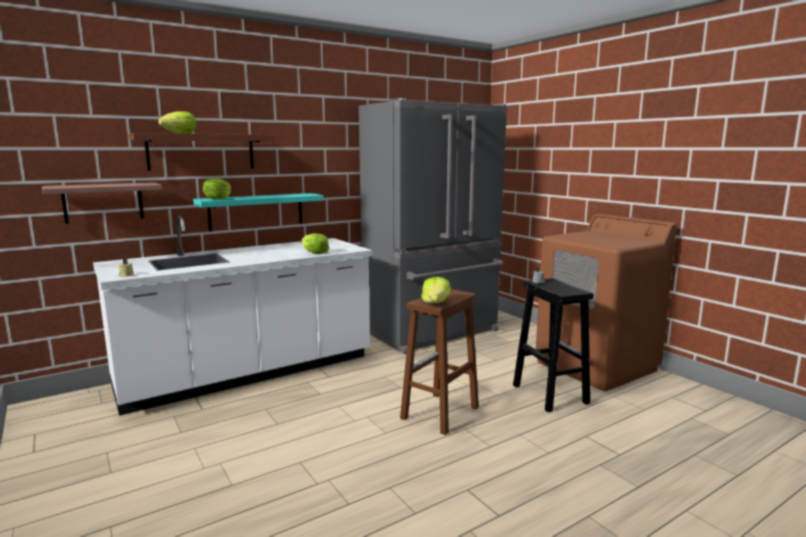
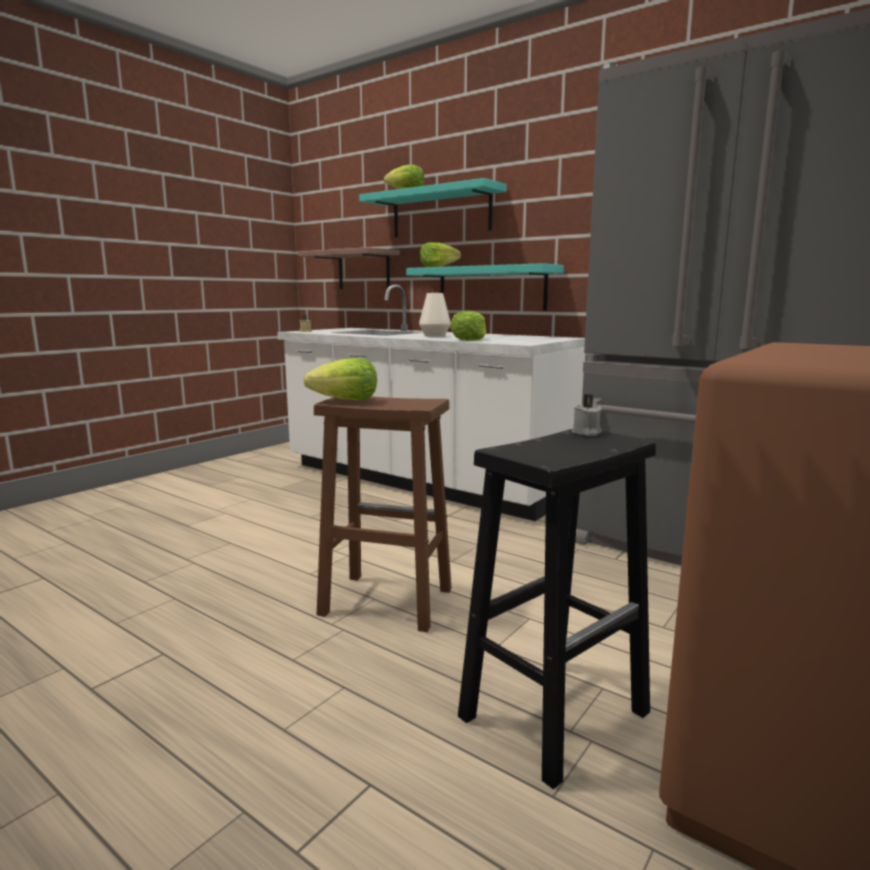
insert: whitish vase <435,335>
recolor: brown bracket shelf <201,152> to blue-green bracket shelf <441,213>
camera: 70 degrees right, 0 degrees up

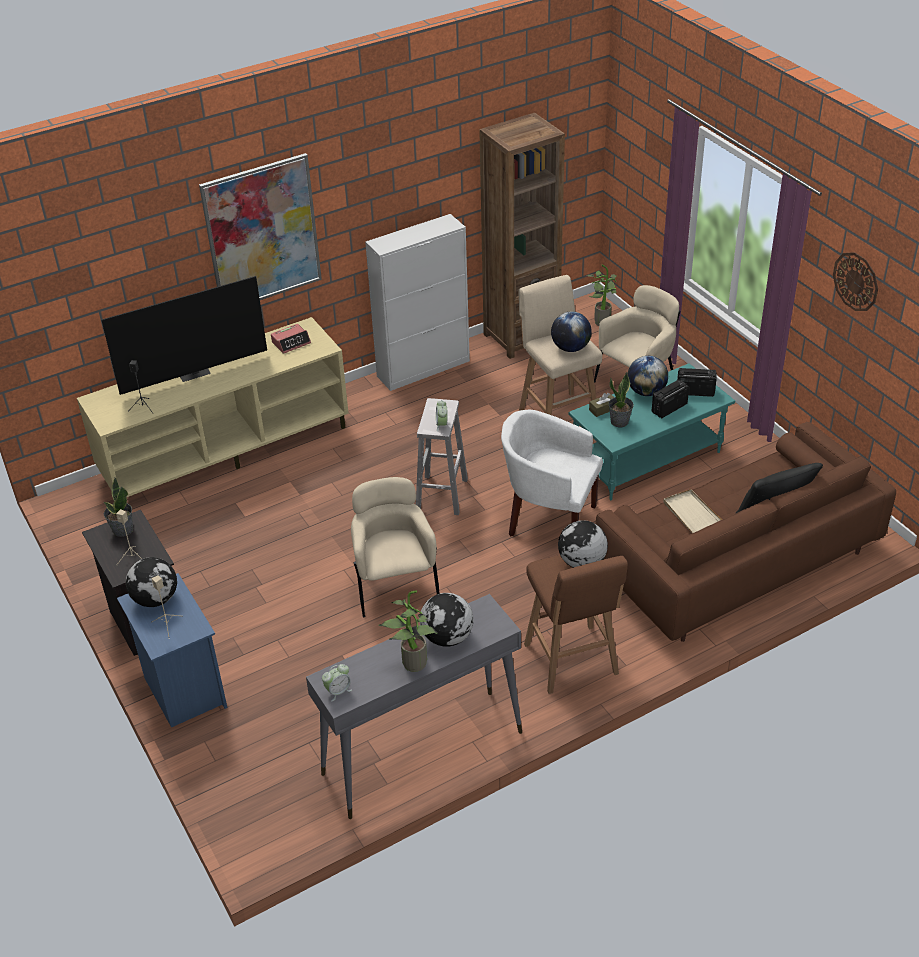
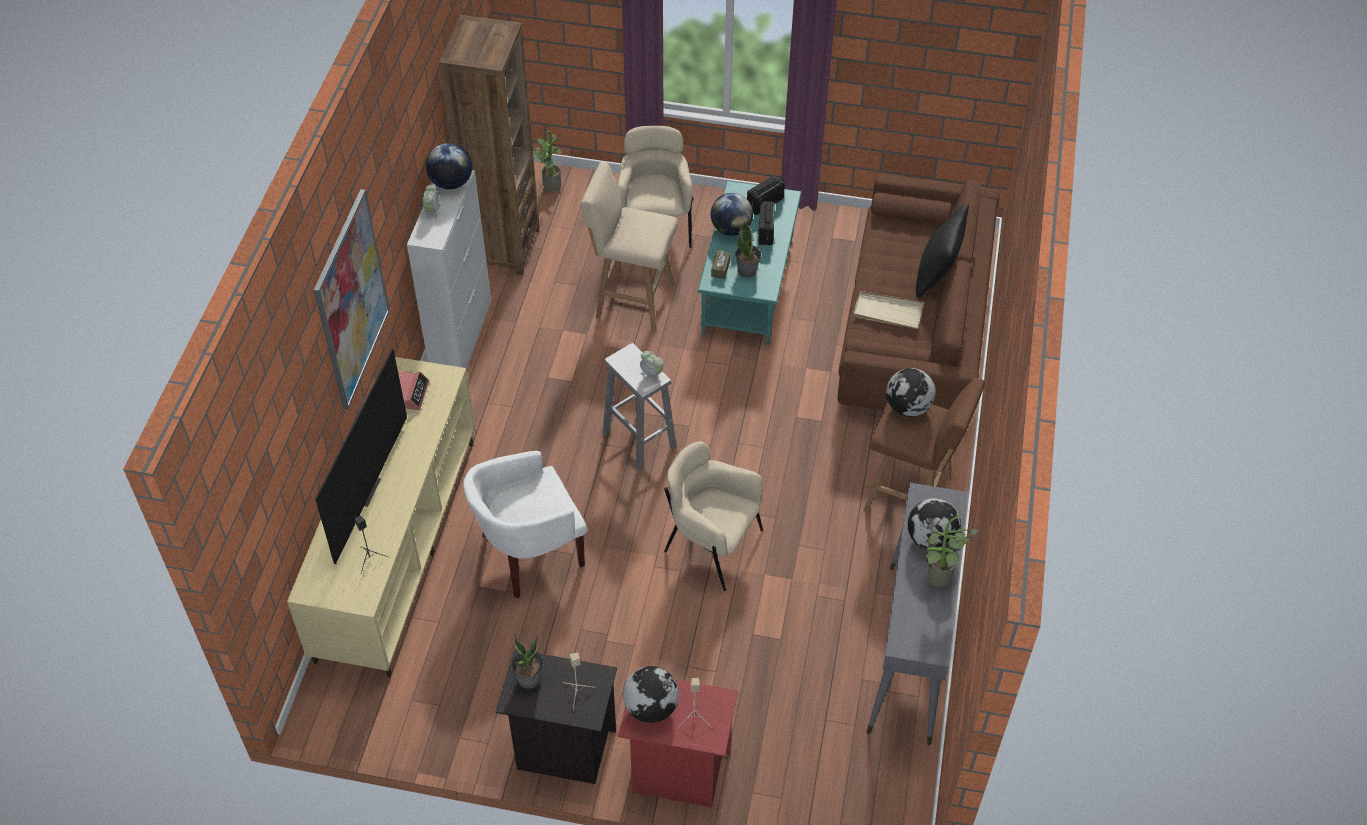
delete: hanging clock <856,281>
move: bedside clock <338,691> to <432,210>; desk globe <570,348> to <451,183>; whitish easy chair <548,517> to <529,553>
recolor: bluish nightstand <183,690> to red-coloured nightstand <677,772>
camera: 50 degrees left, 10 degrees up

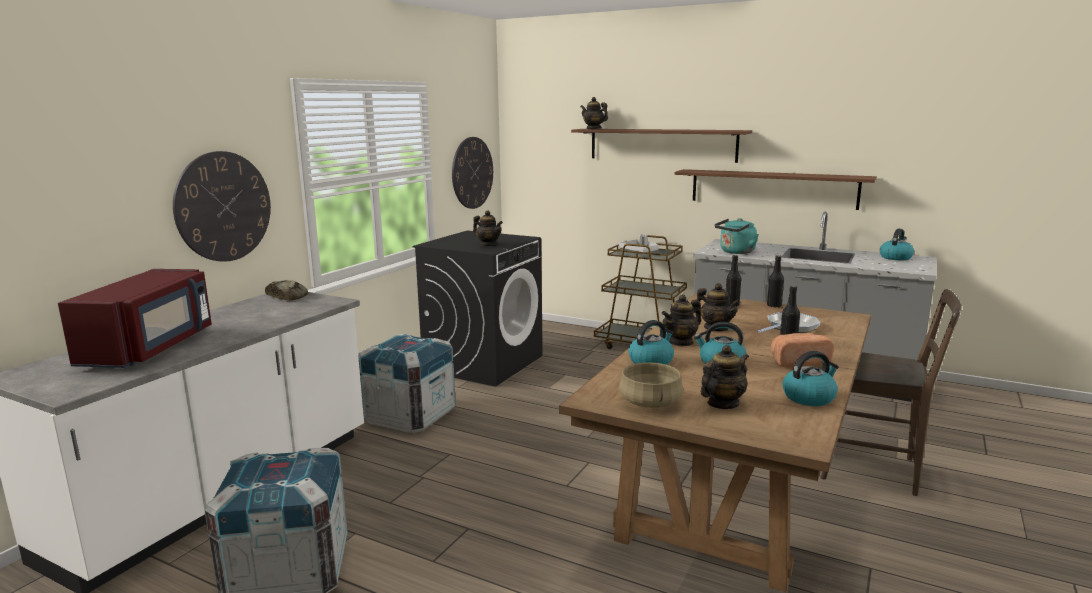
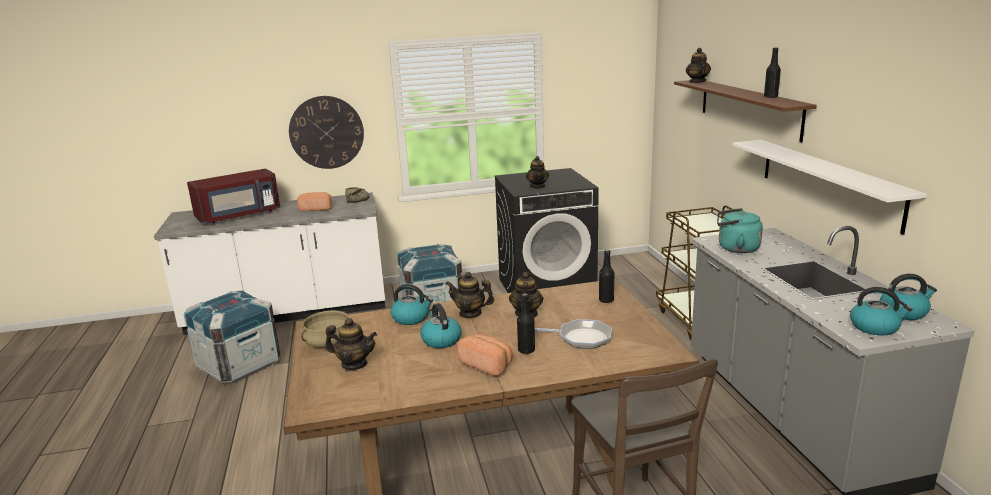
delete: hanging clock <472,173>; greyish serving tray <639,251>
insert: bread <316,208>
move: black-coloured drink bottle <774,306> to <770,97>; kettle <809,397> to <875,327>
recolor: brown bracket shelf <772,188> to whitish bracket shelf <828,182>
camera: 50 degrees right, 5 degrees up

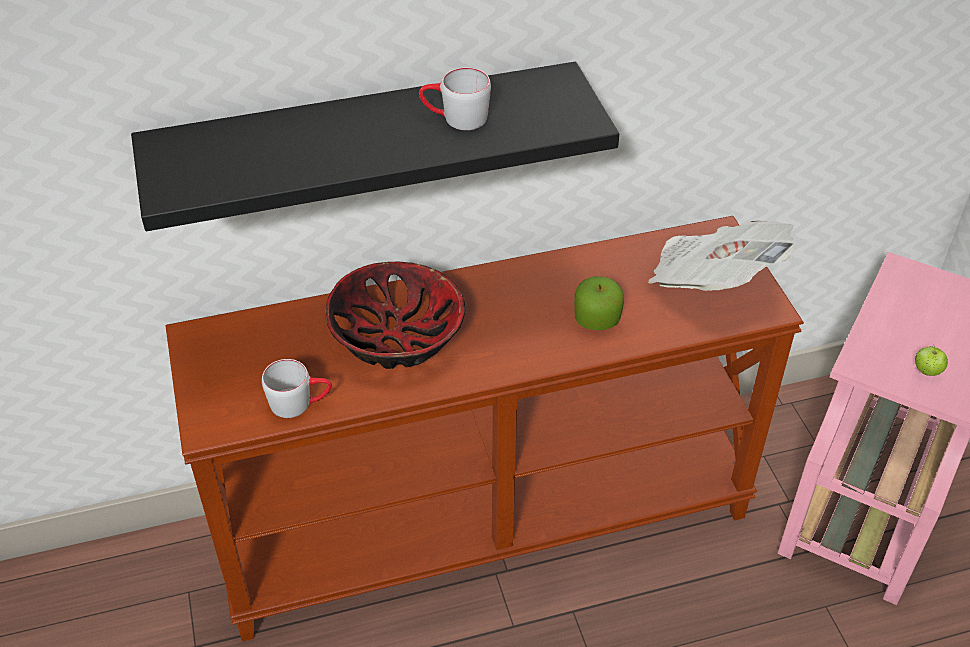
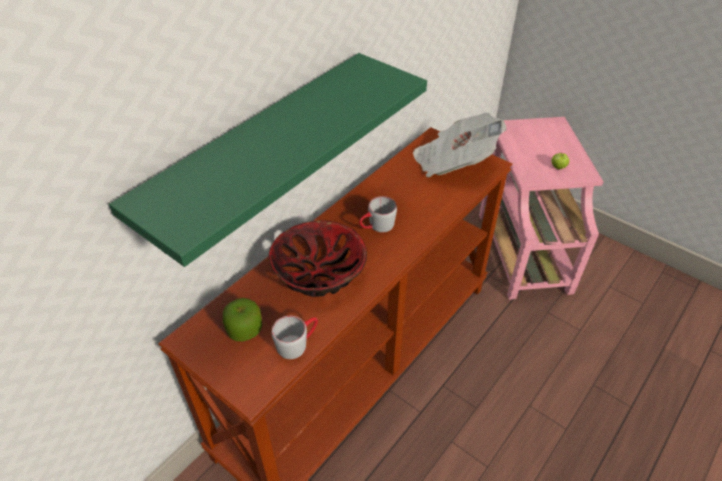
move: apple fruit <597,319> to <244,329>; greyish mug <455,118> to <376,226>
recolor: black-coloured bracket shelf <365,143> to green bracket shelf <257,151>
camera: 35 degrees left, 0 degrees up

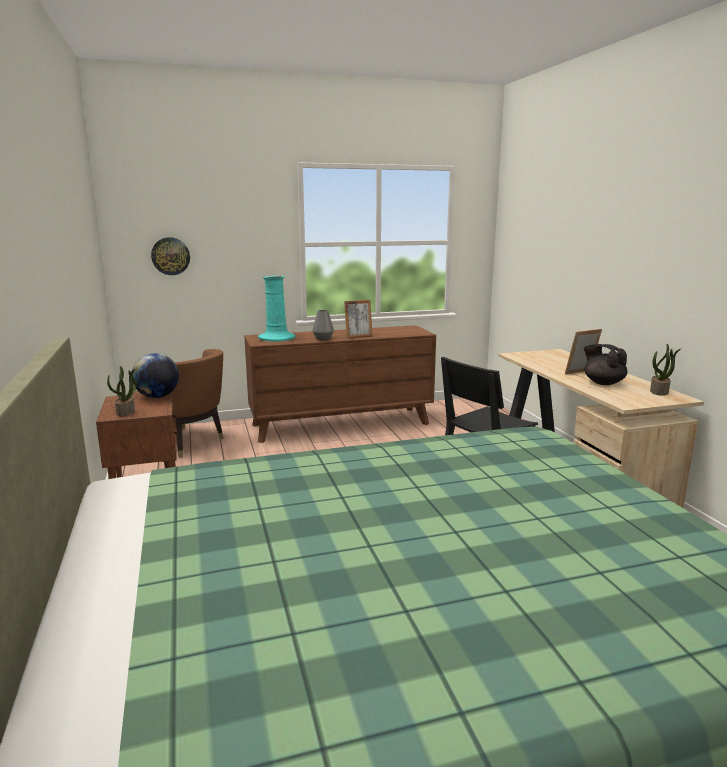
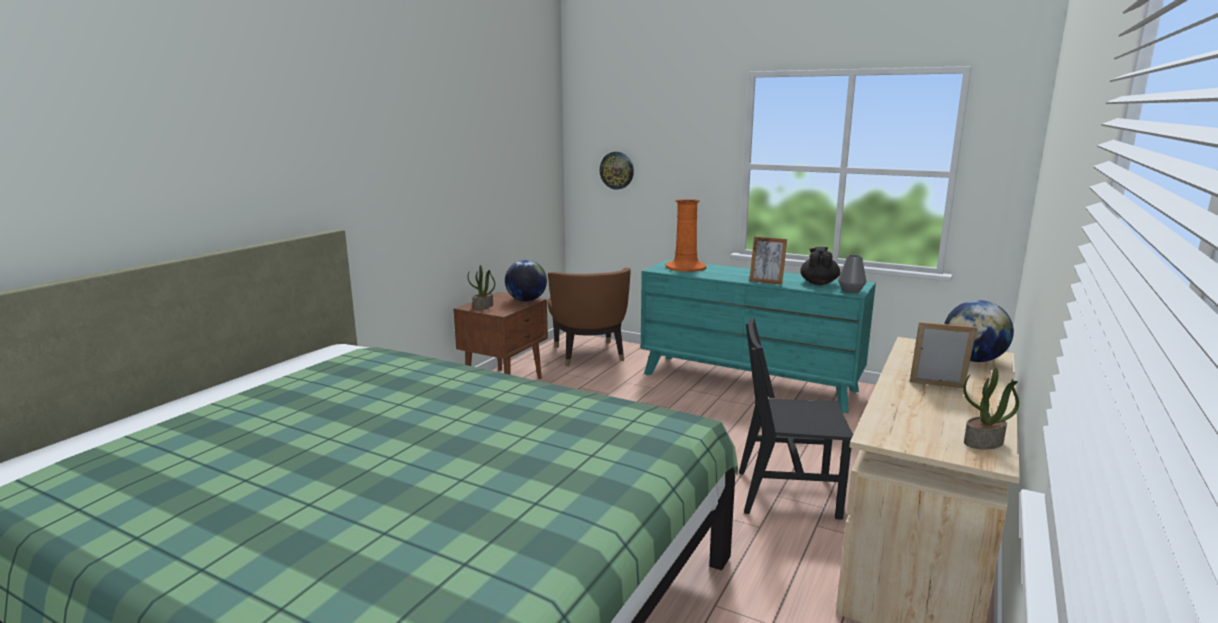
insert: desk globe <973,360>
move: black-coloured teapot <603,383> to <818,283>; greyish vase <323,338> to <851,290>
recolor: brown chest of drawers <341,424> to blue-green chest of drawers <748,382>; blue-green vase <277,338> to orangey vase <686,267>
camera: 45 degrees right, 0 degrees up

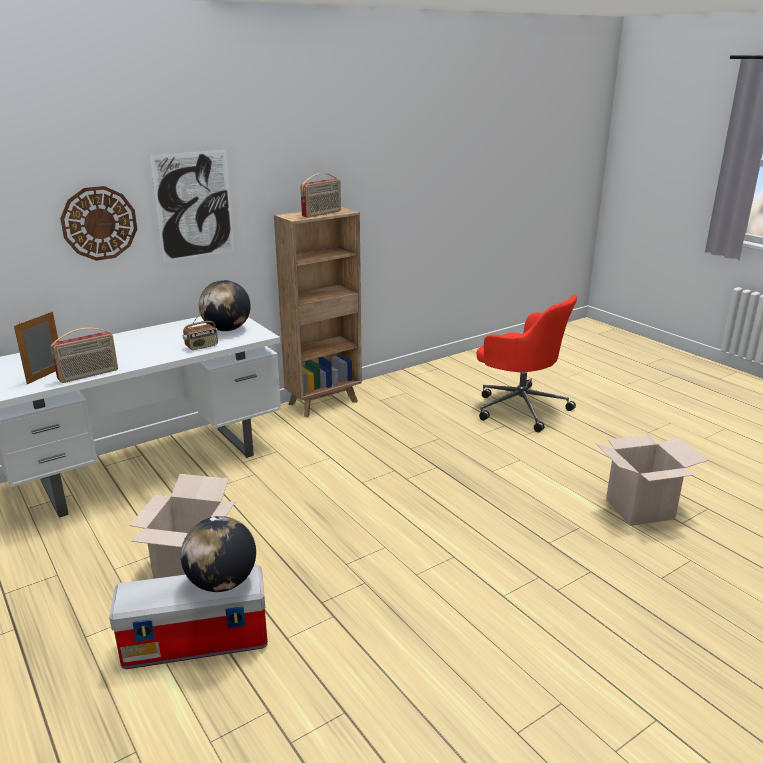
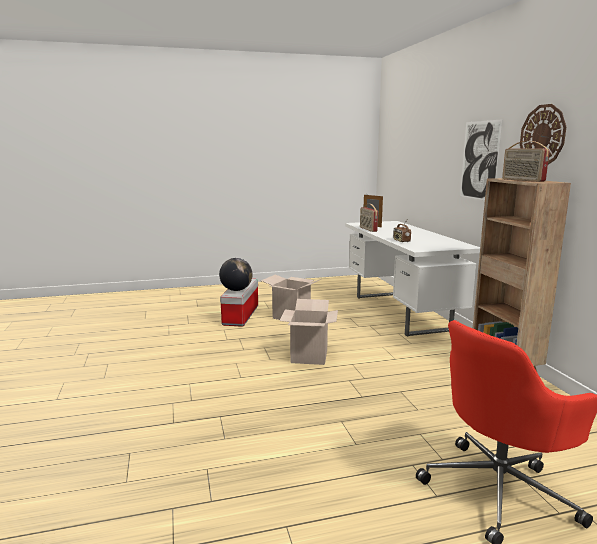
delete: desk globe <227,329>
move: carton <639,509> to <309,356>; hanging clock <99,223> to <542,136>
camera: 110 degrees right, 10 degrees down

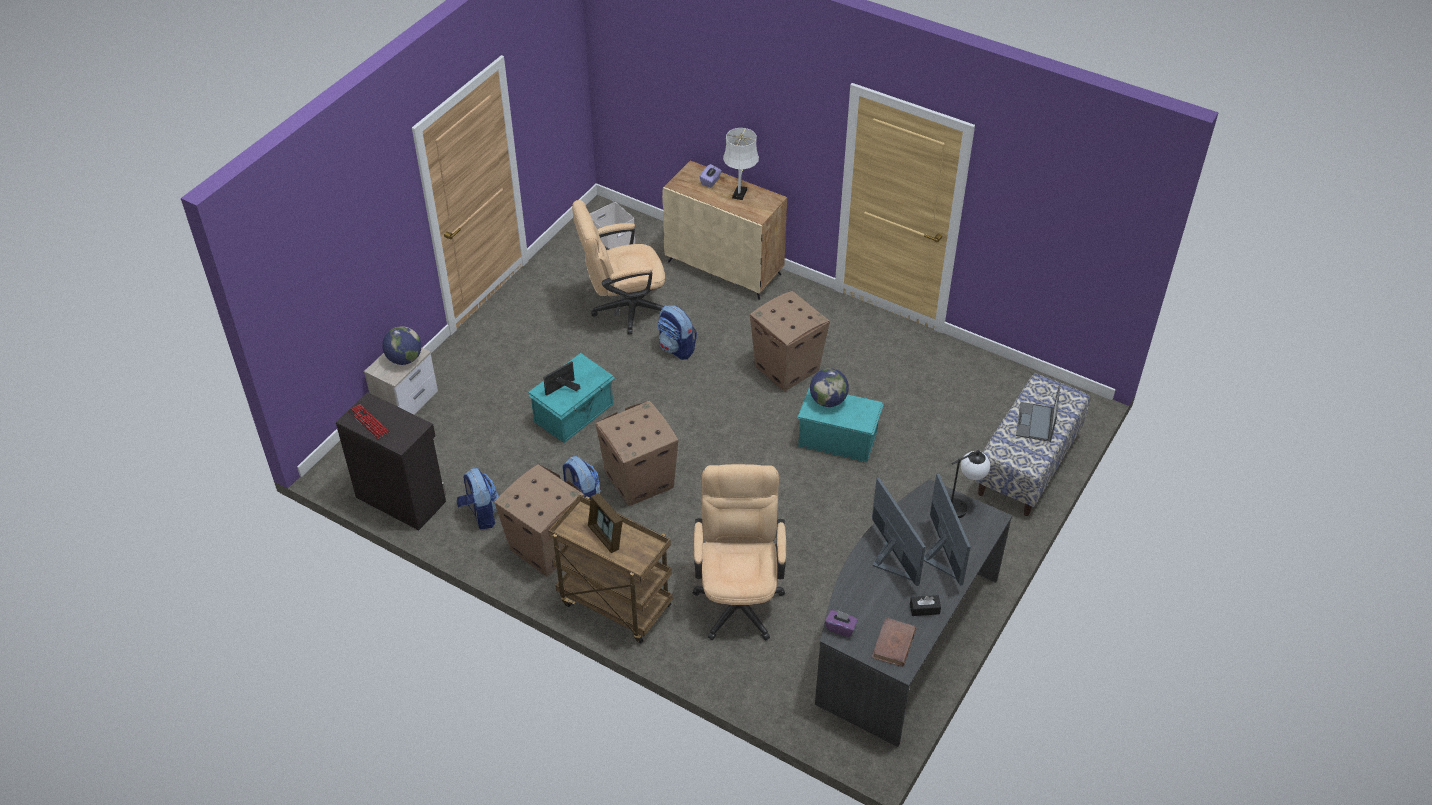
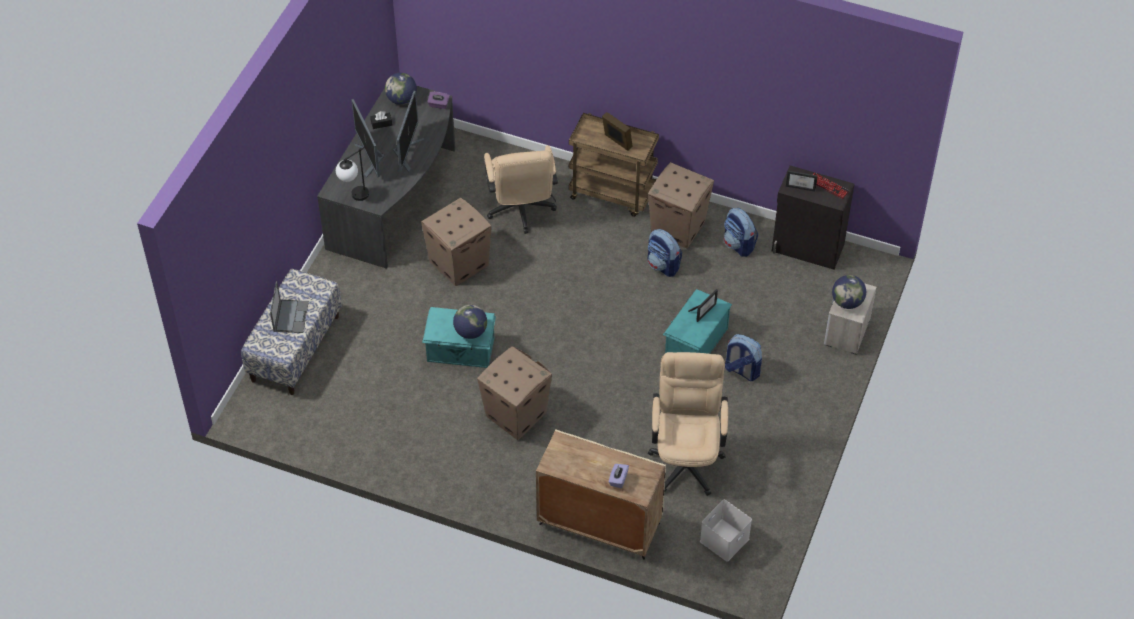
delete: whitish tabletop lamp <740,192>
insert: standing frame <801,186>
move: carton <638,480> to <459,263>; backpack <677,348> to <741,370>
replace: brown bound book <893,644> to desk globe <401,99>
rotate: computer display <891,560> = <407,152> 135 degrees counterclockwise; beige computer chair <624,309> = <686,458> 60 degrees counterclockwise
camera: 170 degrees right, 5 degrees up

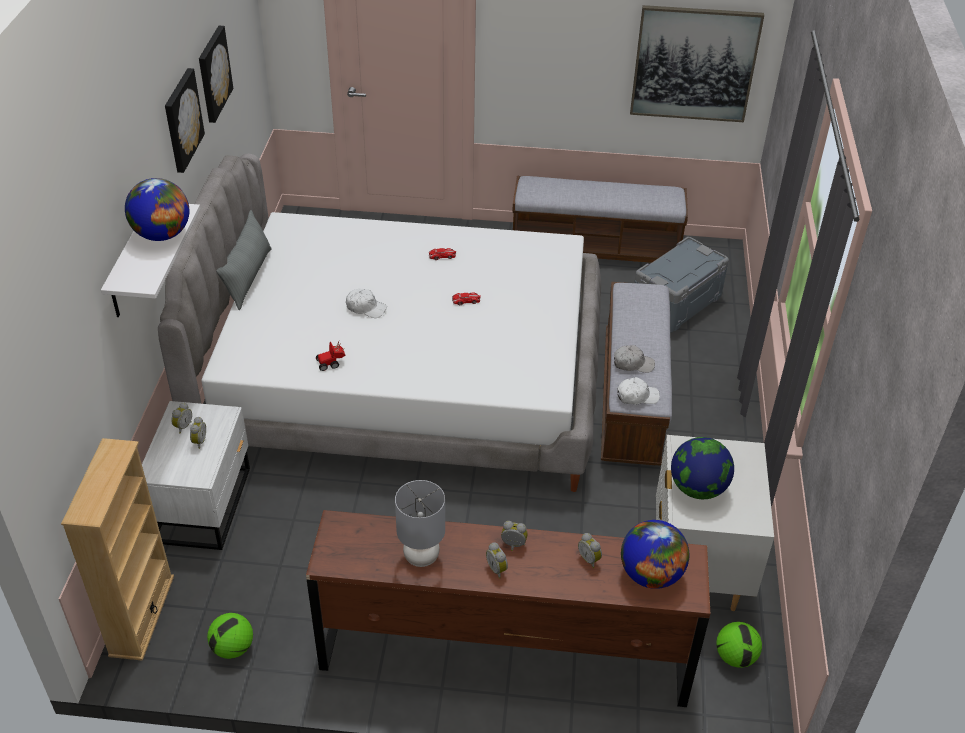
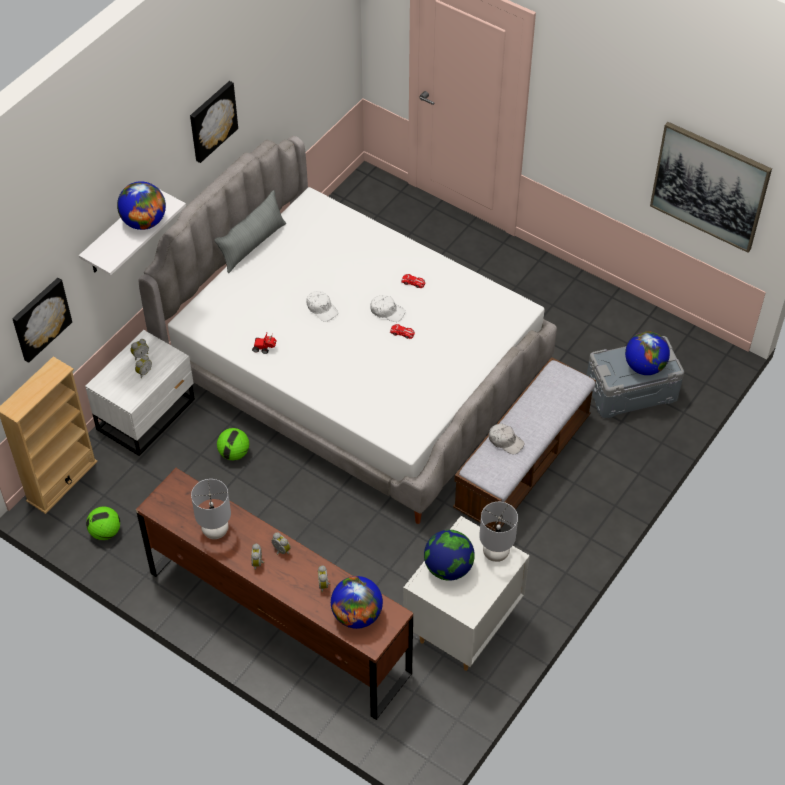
delete: long seat <595,246>
insert: greyish tabletop lamp <495,553>; desk globe <644,367>
move: picture <212,73> to <40,318>; ball for football <735,657> to <234,453>; whitish peaked cap <637,396> to <387,311>
camera: 30 degrees right, 10 degrees up

